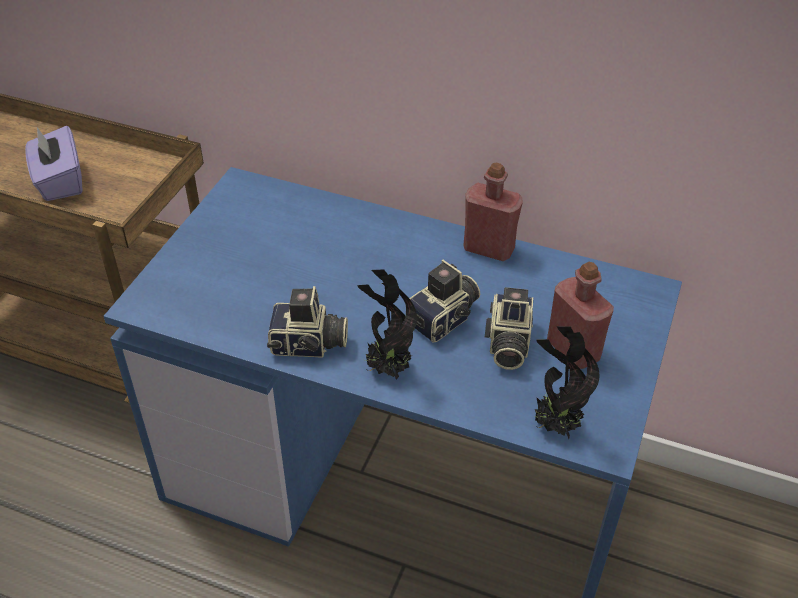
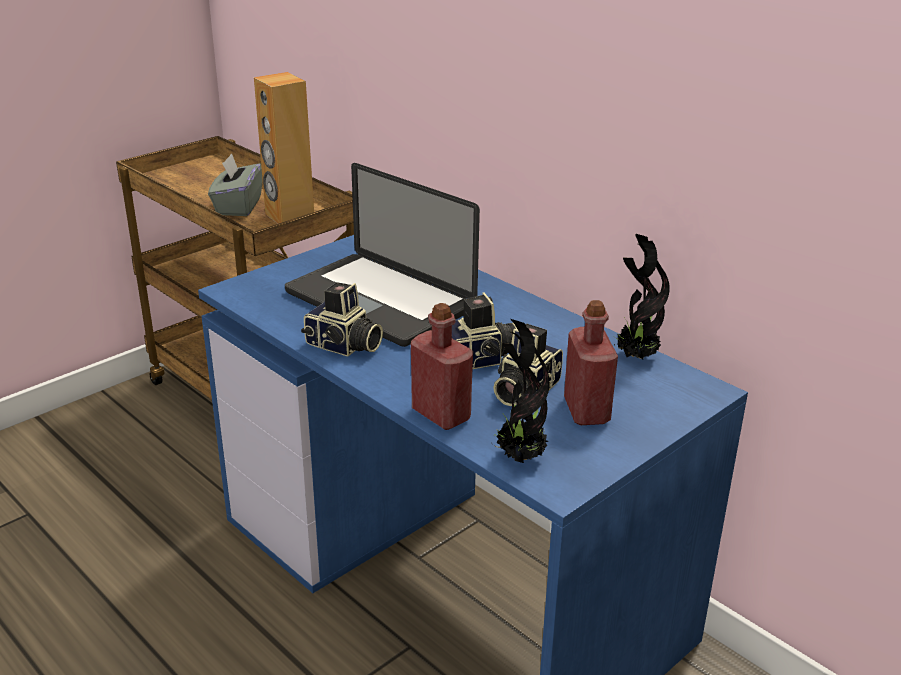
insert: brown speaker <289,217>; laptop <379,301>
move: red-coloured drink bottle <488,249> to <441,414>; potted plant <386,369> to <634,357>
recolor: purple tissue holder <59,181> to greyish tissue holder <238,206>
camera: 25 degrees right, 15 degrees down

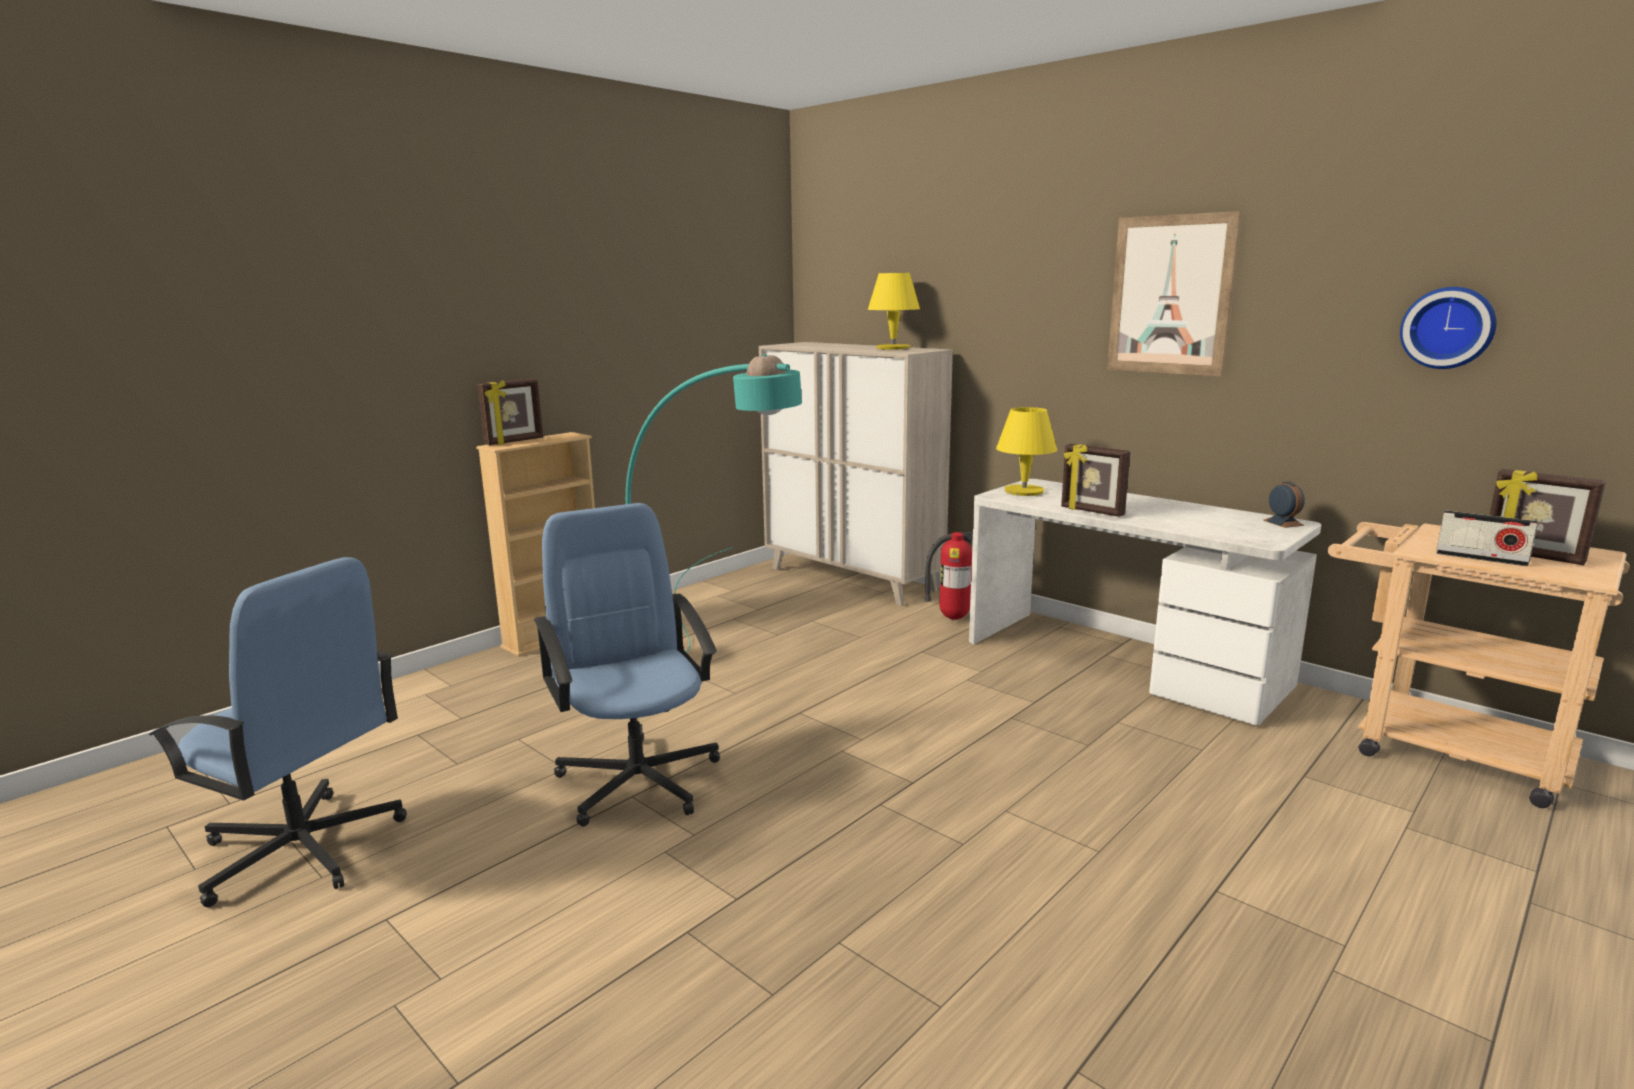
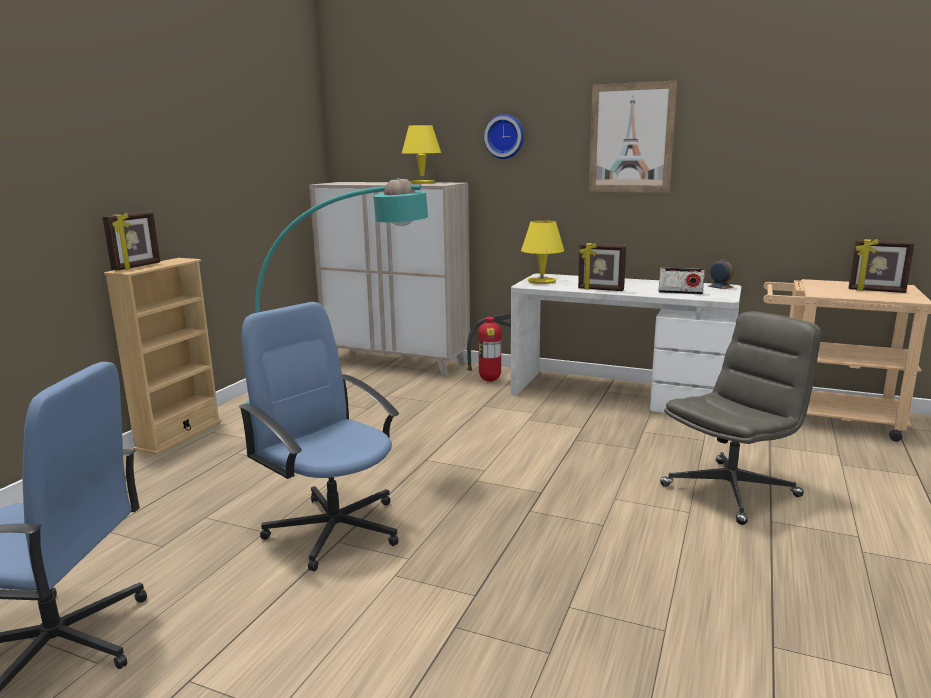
insert: greyish computer chair <730,490>
move: hanging clock <1448,328> to <505,136>; radio <1481,558> to <680,292>
camera: 20 degrees left, 0 degrees up

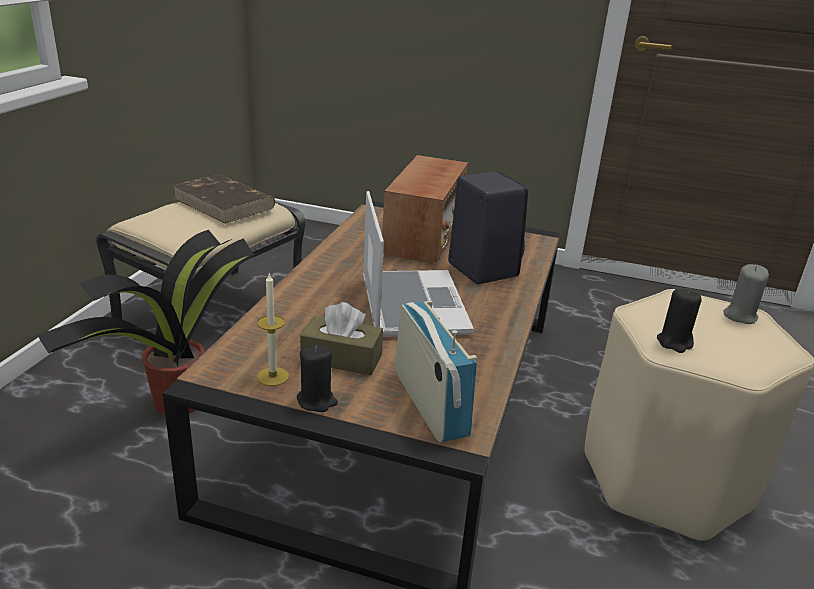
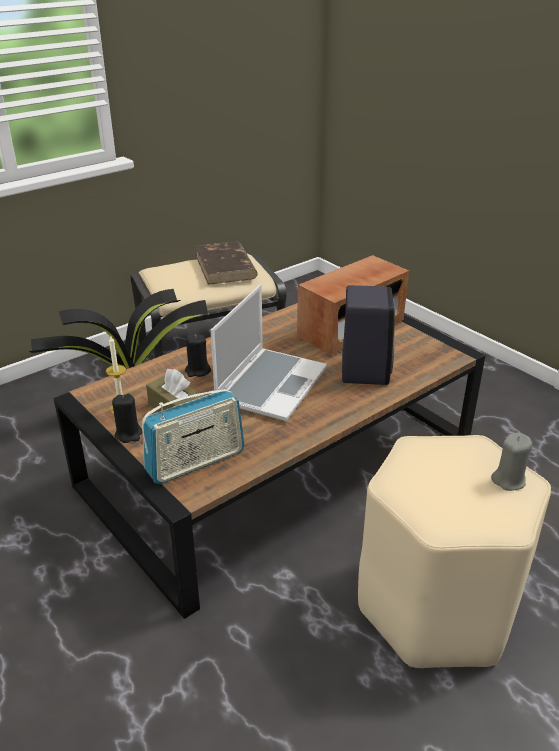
move: black-coloured wax light <674,342> to <197,371>
rotate: radio <429,403> = <196,462> 45 degrees clockwise
camera: 35 degrees right, 5 degrees up

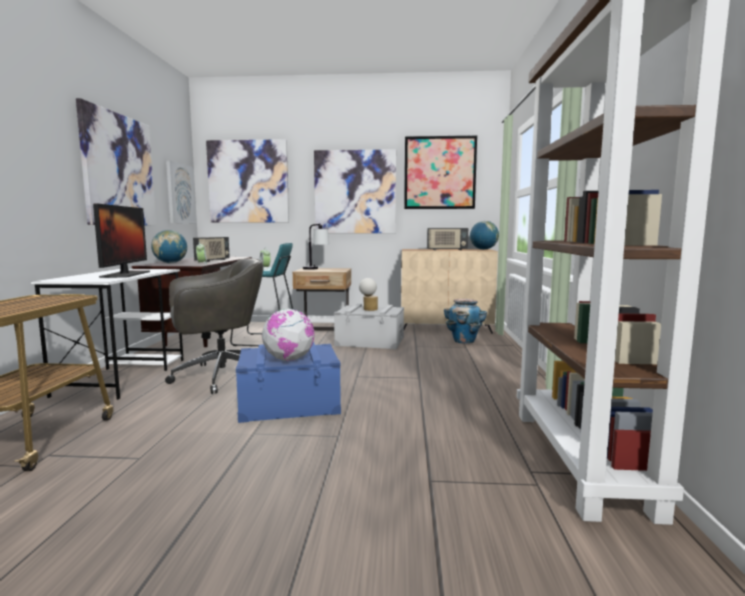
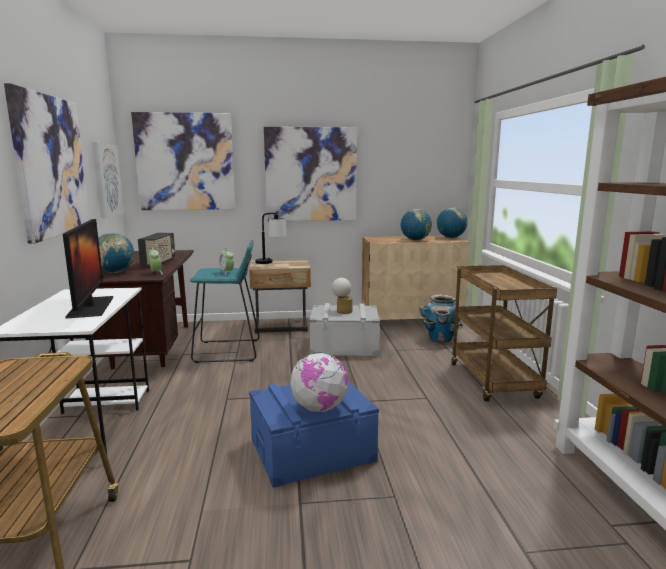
delete: greyish computer chair <218,377>; picture <439,173>
insert: brown trolley <494,382>
replace: radio <447,250> to desk globe <415,240>
camera: 10 degrees left, 5 degrees up

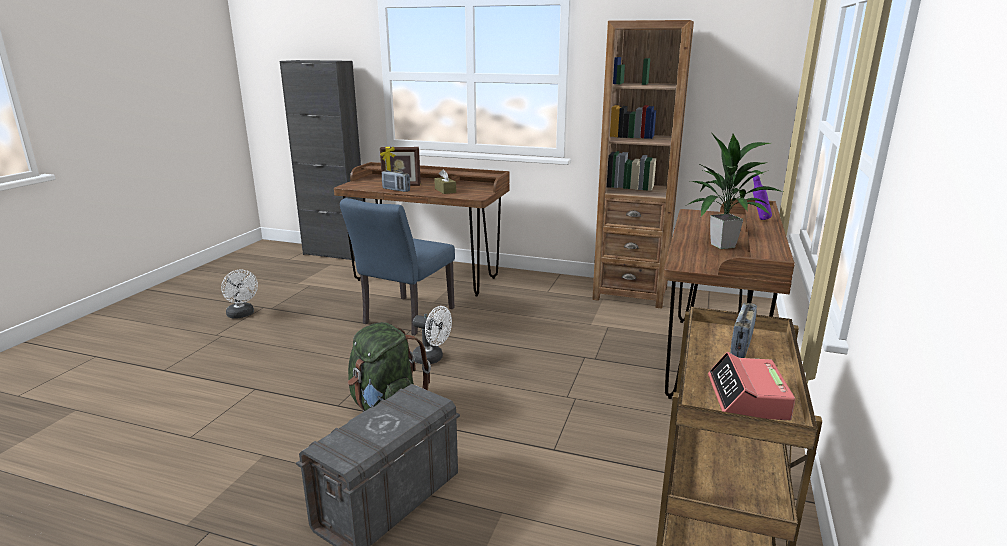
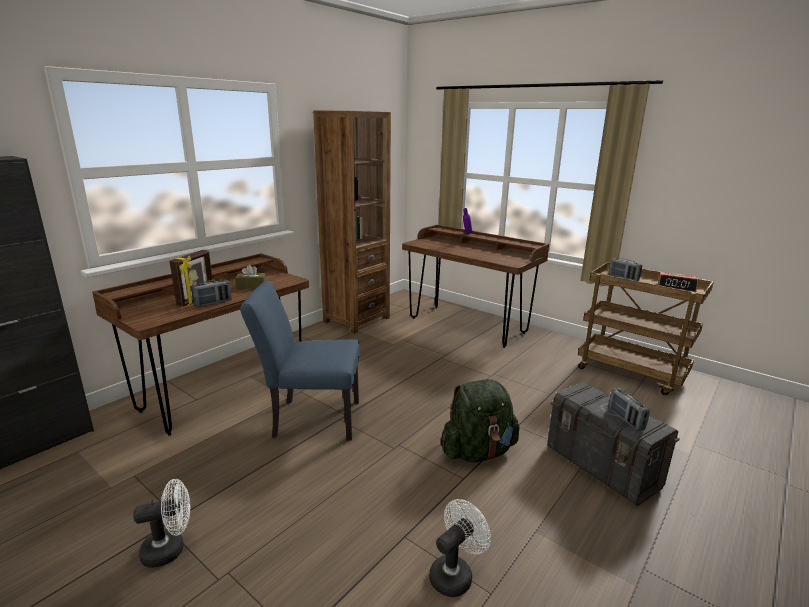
delete: potted plant <724,246>
insert: radio <625,419>
move: whitish cooling fan <432,359> to <455,574>
rotate: bluish upright chair <404,318> = <309,418> 135 degrees clockwise
camera: 70 degrees left, 0 degrees up

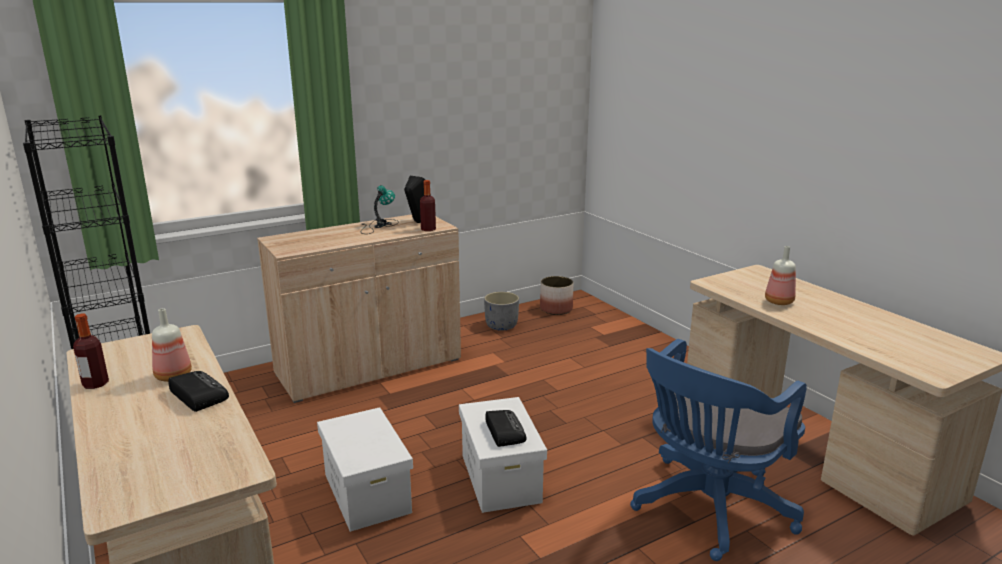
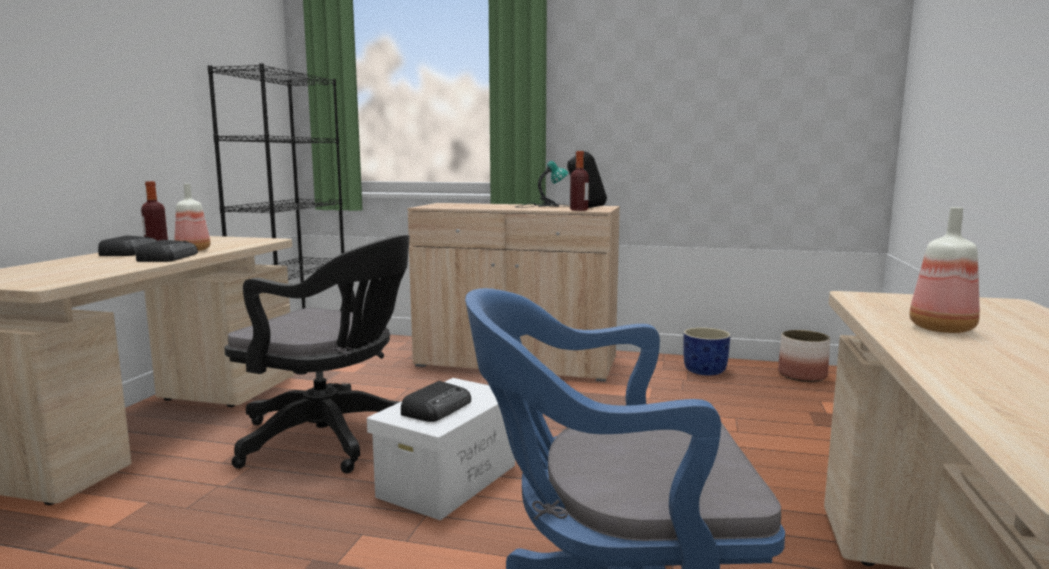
insert: radio <131,252>
replace: whitish storage container <367,493> to black-coloured computer chair <332,439>
recolor: greyish planter <501,326> to bluish planter <704,371>
camera: 45 degrees right, 10 degrees down

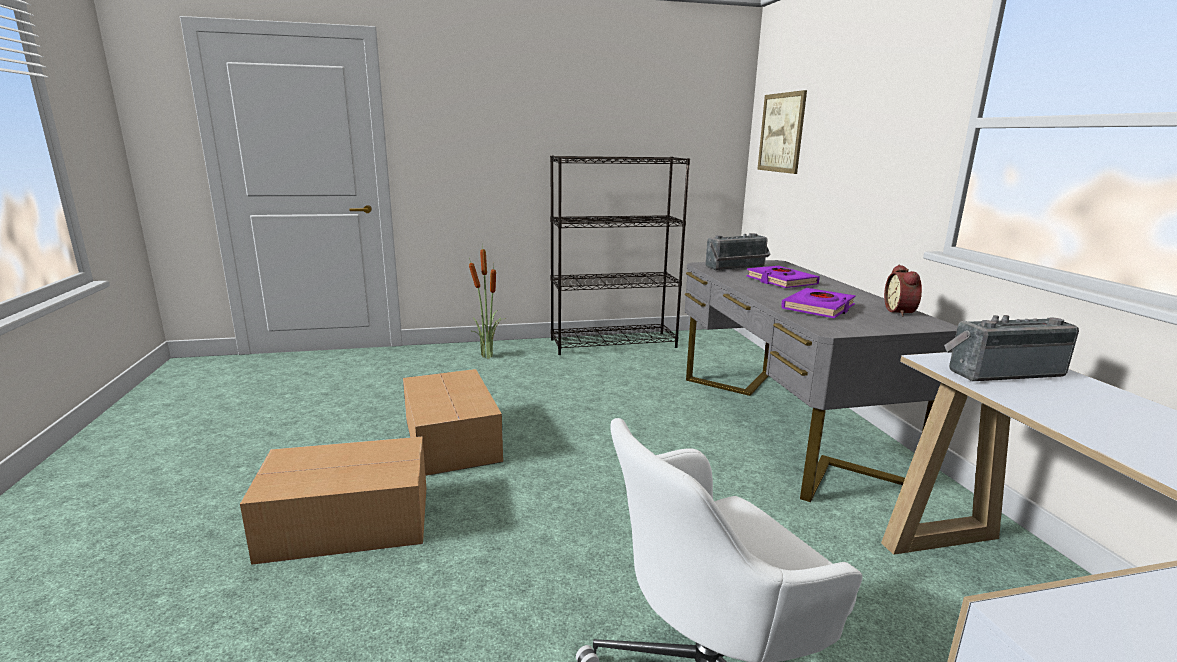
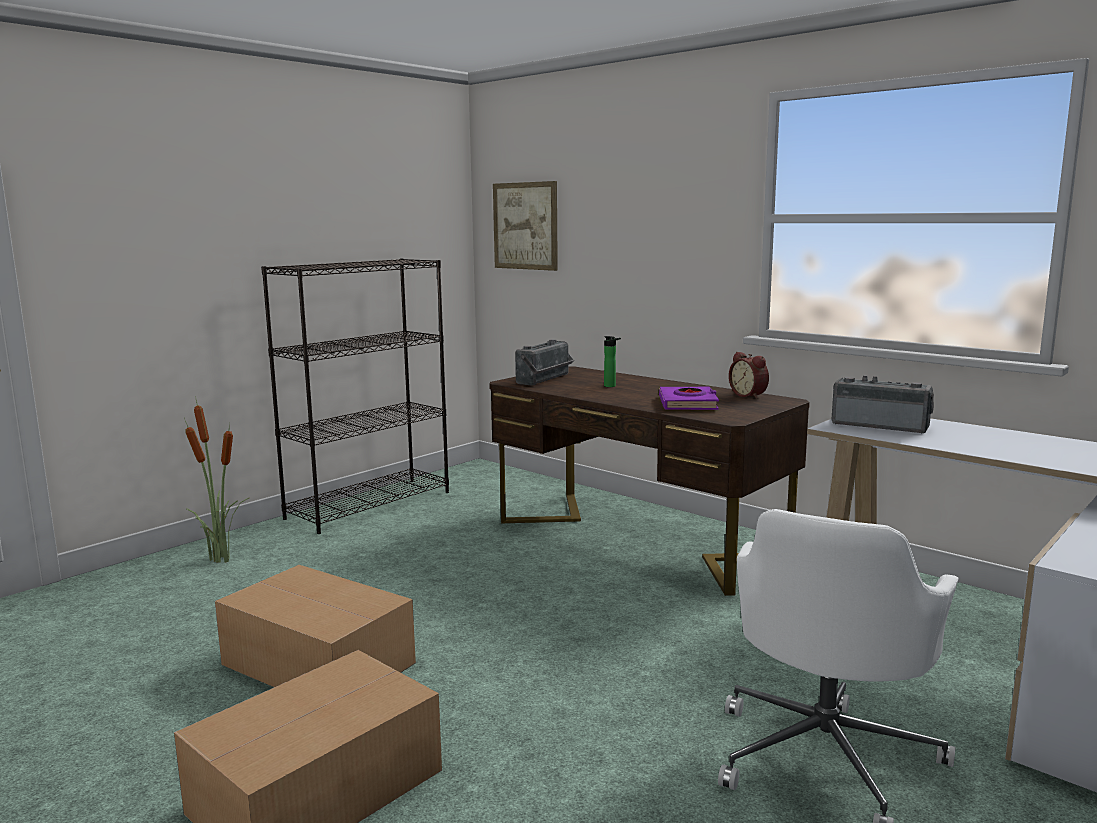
replace: purple bound book <781,281> to drink bottle <611,386>
recolor: greyish desk unit <781,423> to brown desk unit <637,538>
rotate: radio <1001,371> = <880,425> 75 degrees clockwise
camera: 35 degrees left, 5 degrees down

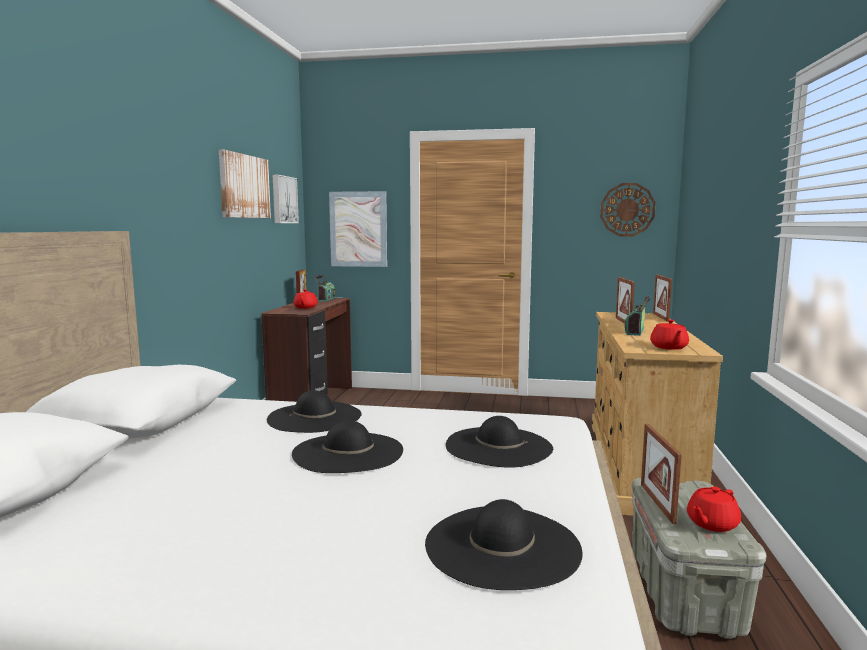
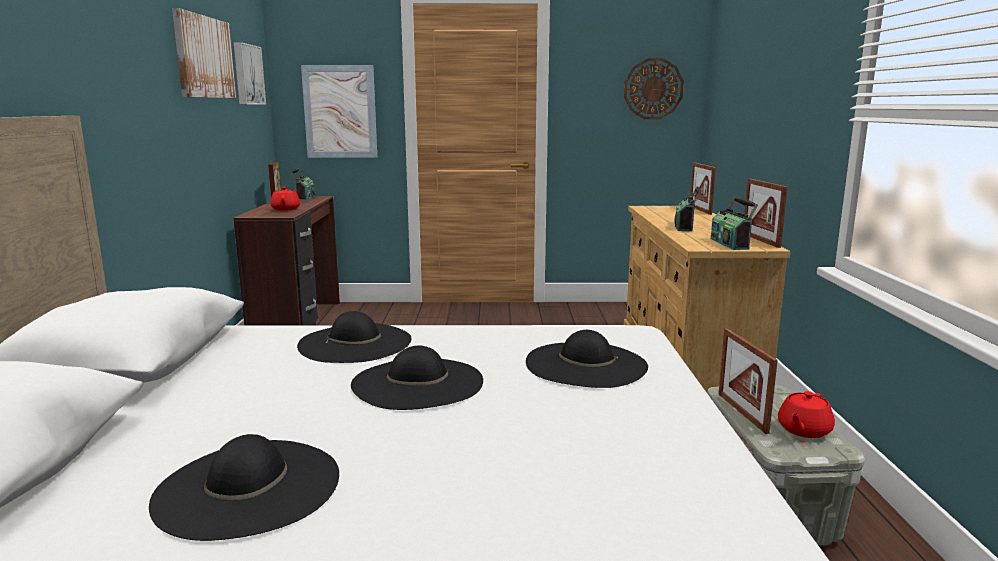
move: black-coloured clothing hat <502,546> to <248,487>; standing frame <623,322> to <760,240>
replace: red-coloured teapot <669,347> to radio <730,244>
camera: 10 degrees left, 5 degrees up

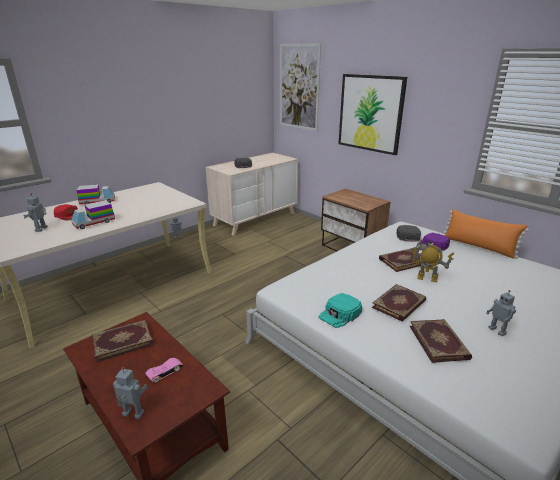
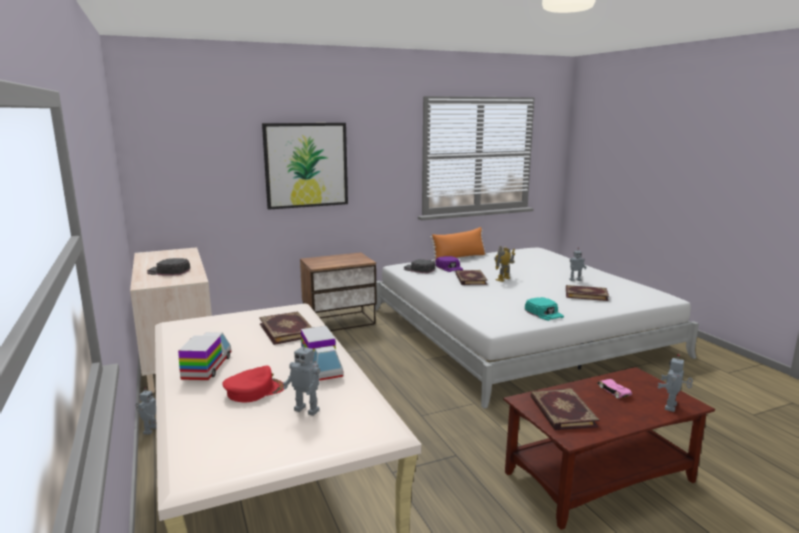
delete: picture <299,87>
move: bound book <399,304> to <288,330>
camera: 70 degrees left, 10 degrees down

